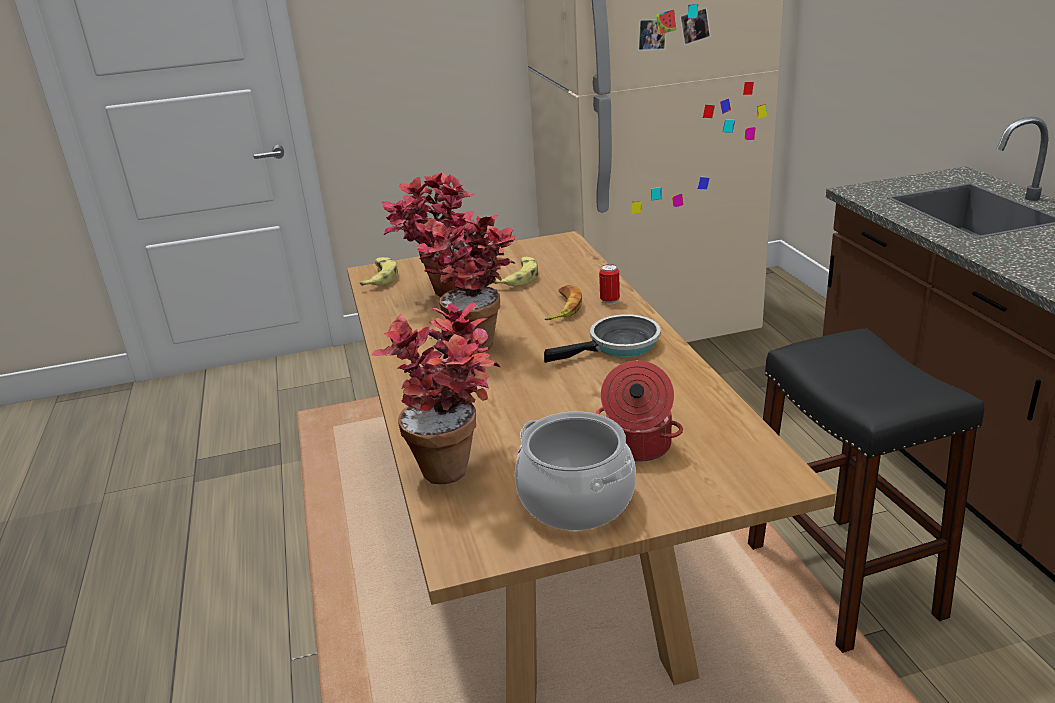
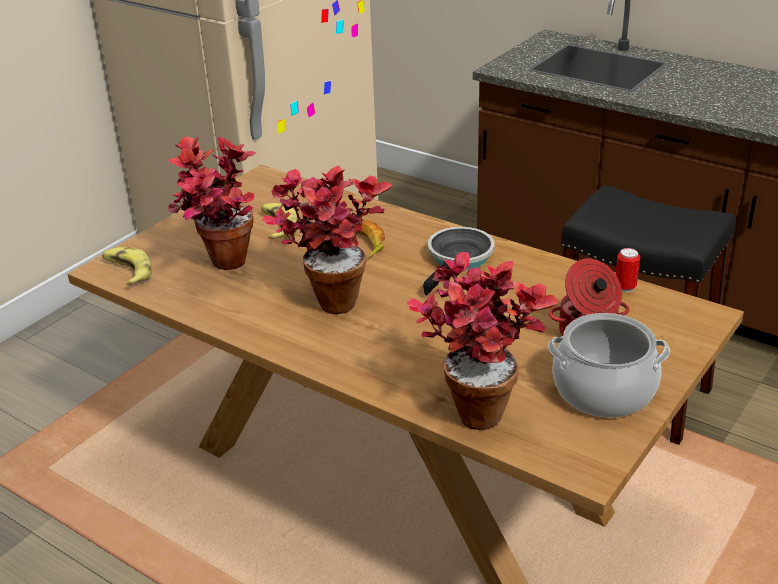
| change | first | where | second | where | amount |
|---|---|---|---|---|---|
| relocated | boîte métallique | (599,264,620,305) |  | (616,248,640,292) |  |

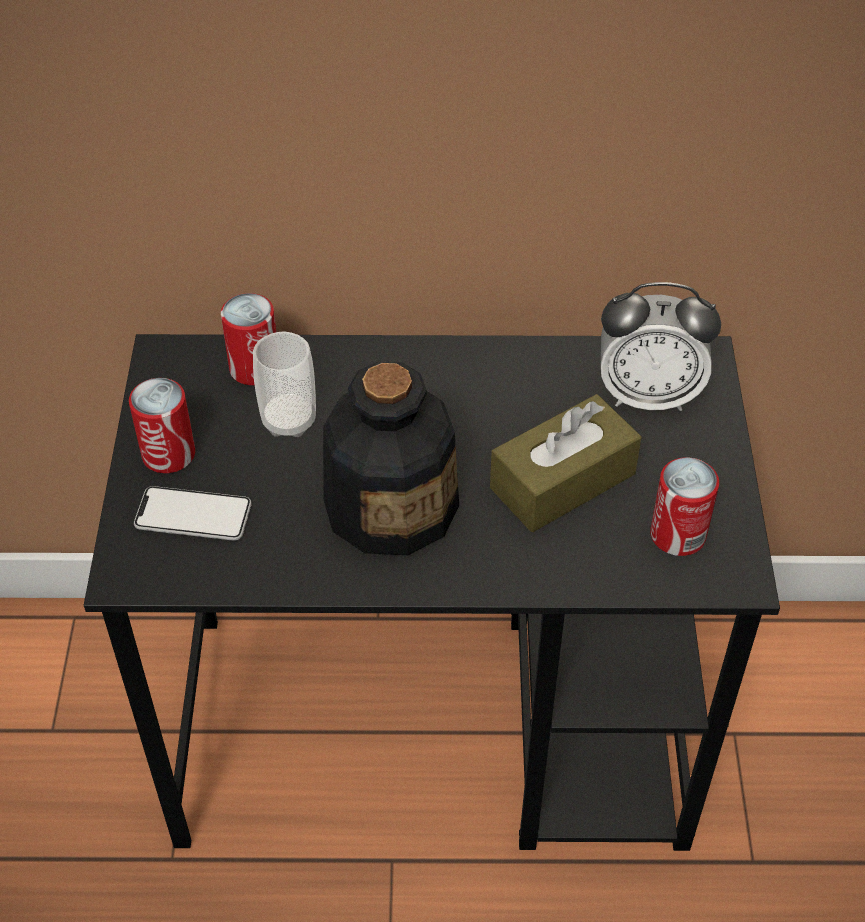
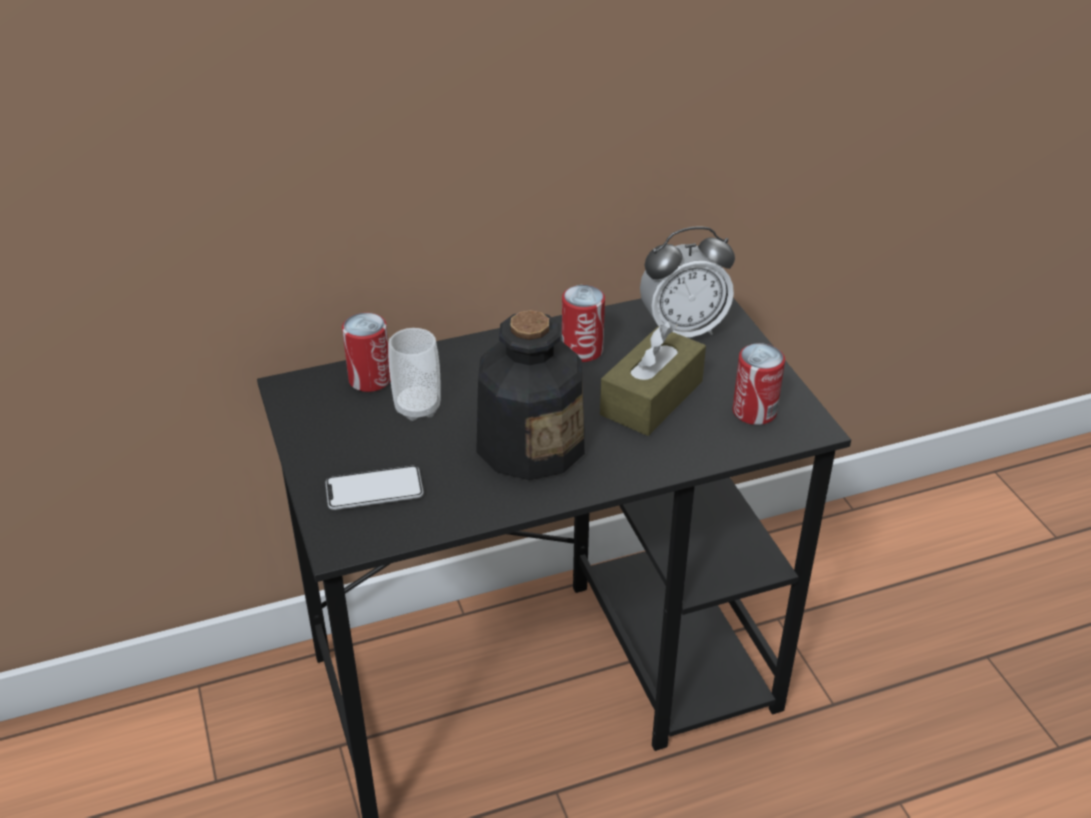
| change | first | where | second | where | amount |
|---|---|---|---|---|---|
| relocated | boîte métallique | (129,378,195,473) |  | (562,285,605,362) |  |

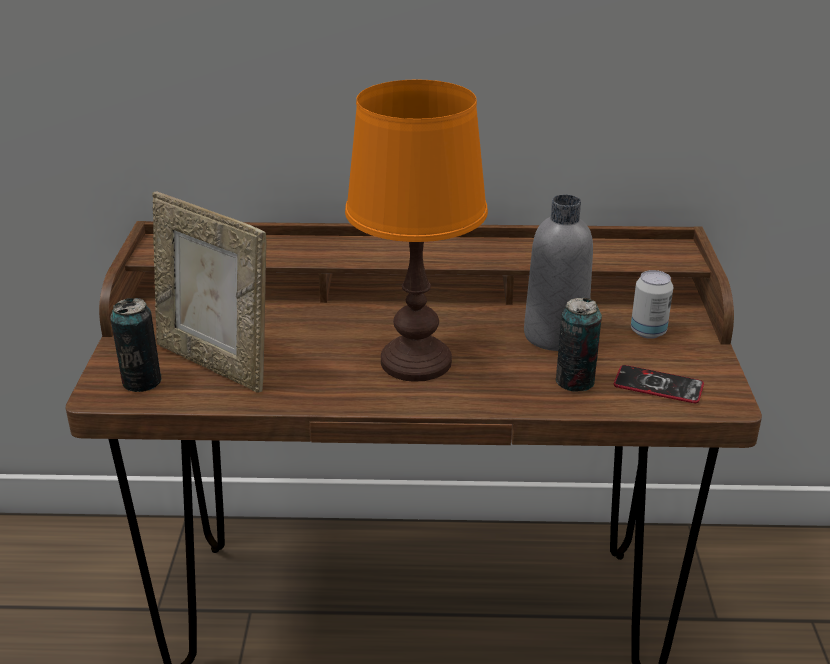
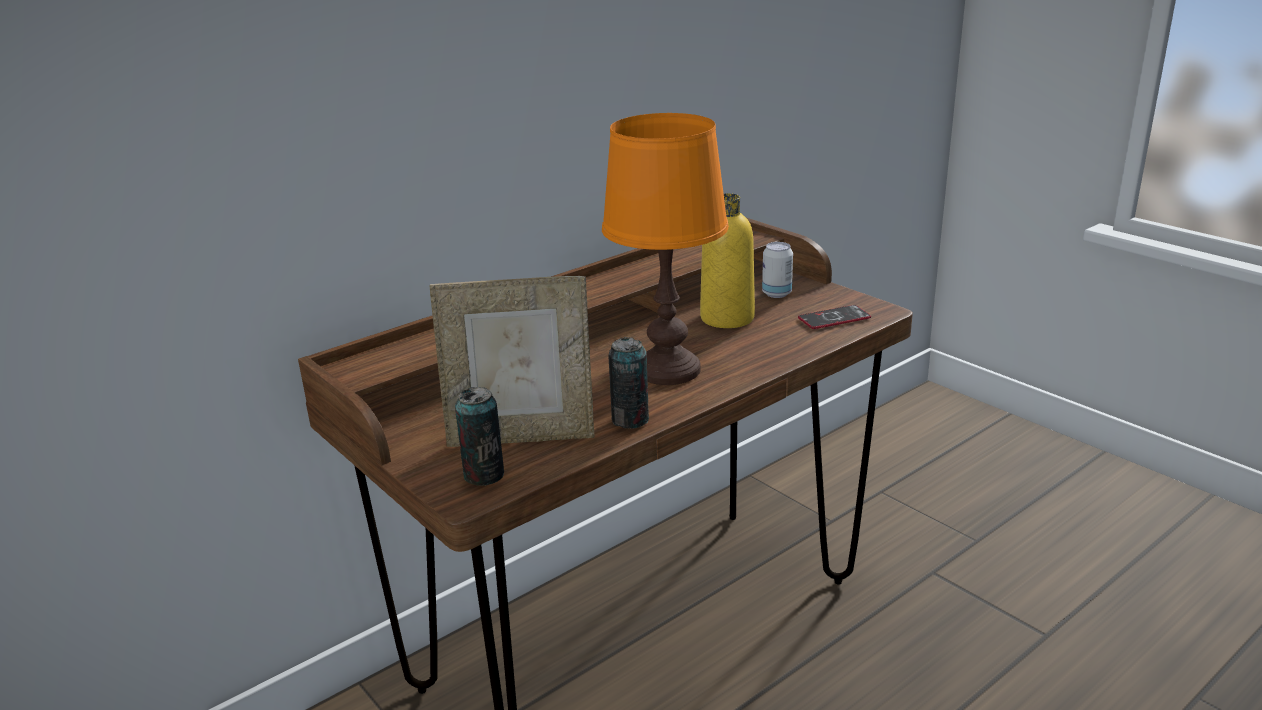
| change | first | where | second | where | amount |
|---|---|---|---|---|---|
| relocated | boîte métallique | (556,298,602,392) |  | (609,337,649,428) |  |
| colour | bouteille [gris] | (524,194,593,351) | bouteille [jaune] | (700,193,755,328) |  |

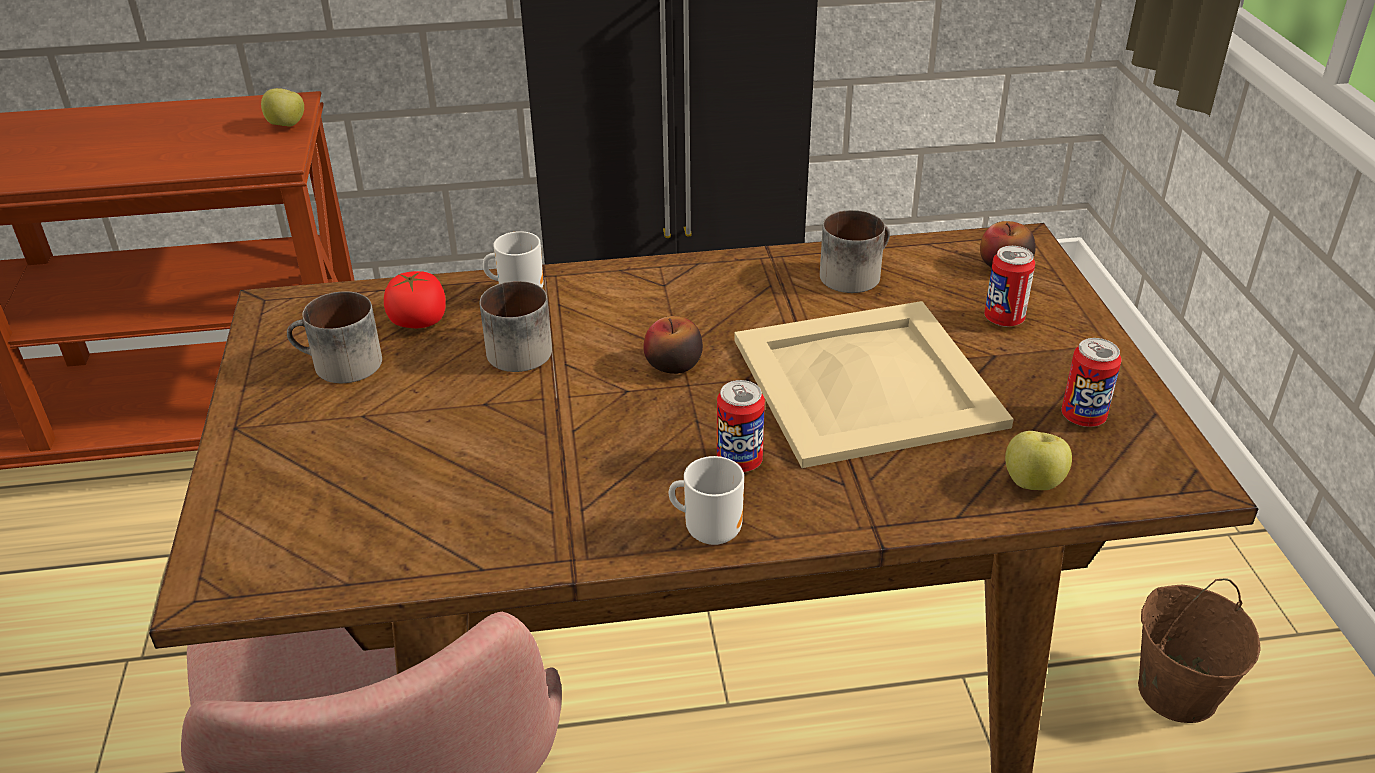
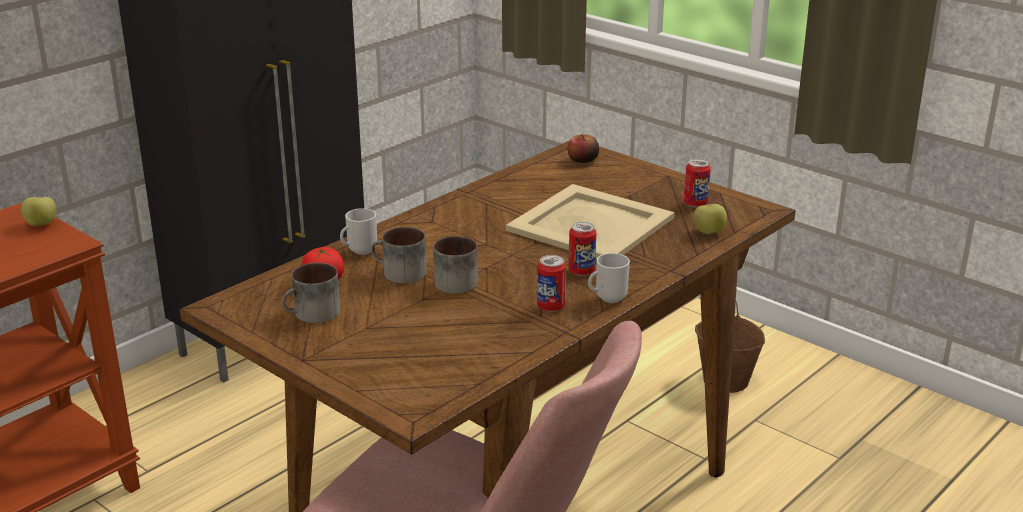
| change | first | where | second | where | amount |
|---|---|---|---|---|---|
| relocated | mug | (820,210,890,293) |  | (433,236,478,294) |  |
| relocated | boîte métallique | (984,246,1035,327) |  | (537,255,566,312) |  |
| missing | pomme | (643,316,703,374) |  |  |  |

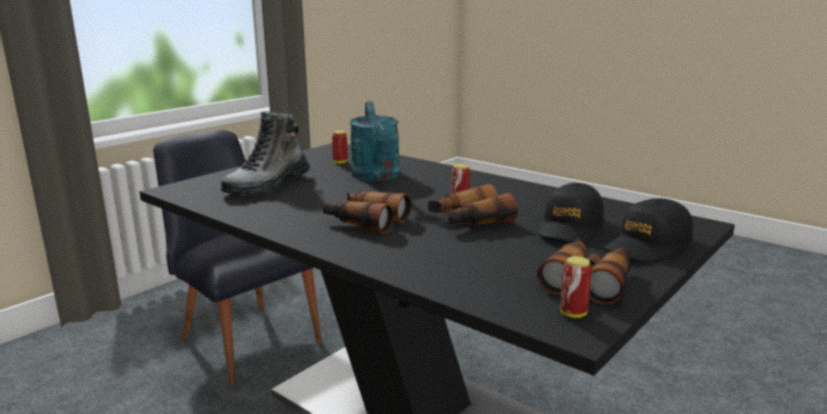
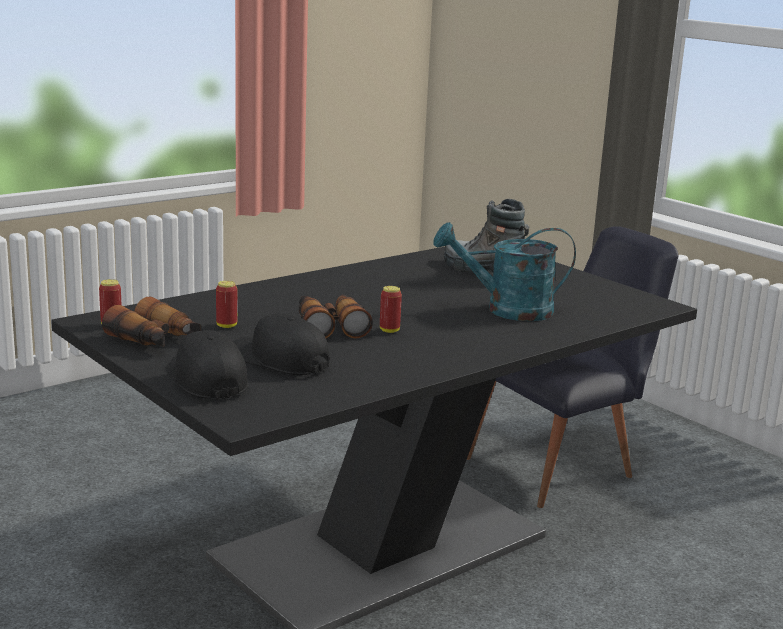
| change | first | where | second | where | amount |
|---|---|---|---|---|---|
| relocated | boîte métallique | (332,130,348,164) |  | (216,281,238,328) |  |
| missing | jumelles | (323,191,411,234) |  |  |  |

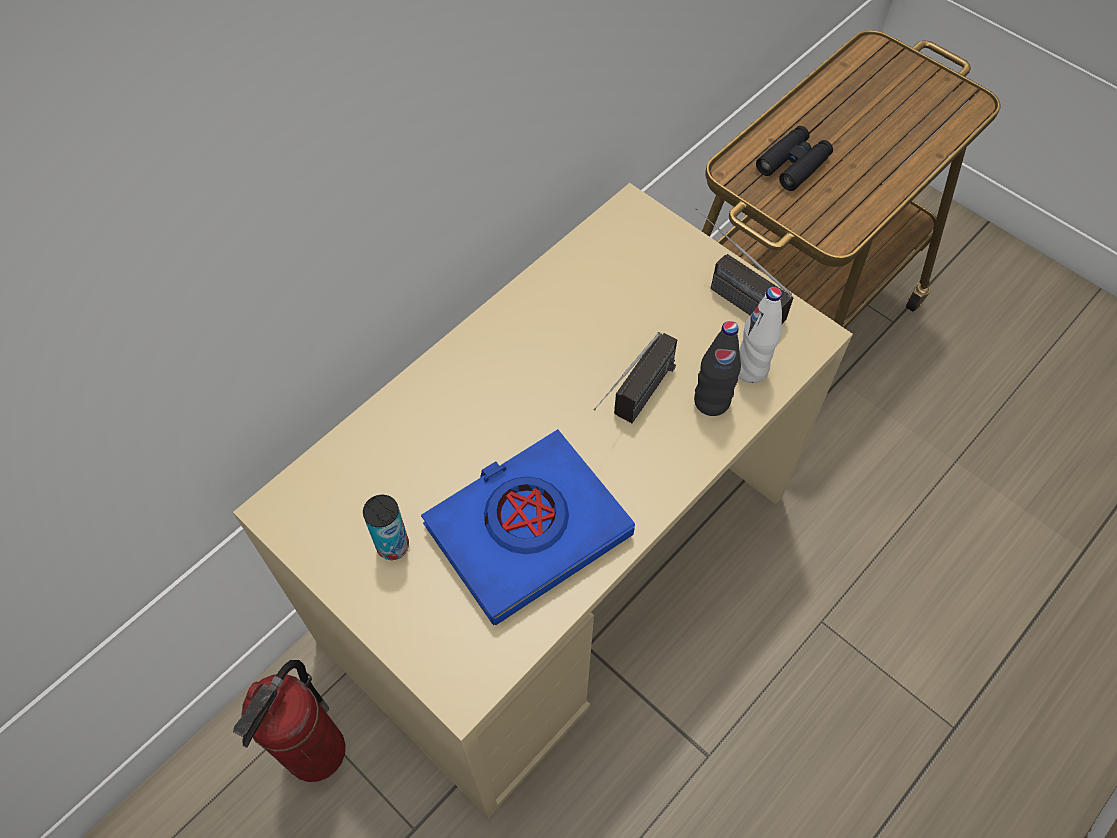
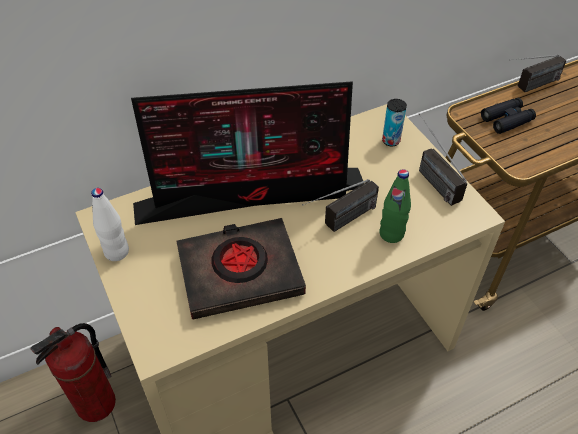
| change | first | where | second | where | amount |
|---|---|---|---|---|---|
| relocated | bouteille [blanc] | (738,287,782,383) |  | (91,188,129,261) |  |
| appeared |  |  | écran d'ordinateur | (131,81,364,225) |  |
| colour | livre [bleu] | (421,429,635,625) | livre [noir] | (176,218,306,319) |  |
| colour | bouteille [noir] | (694,321,741,416) | bouteille [vert] | (380,169,411,243) |  |
| relocated | boîte métallique | (363,495,409,560) |  | (382,99,407,147) |  |
| appeared |  |  | radio | (509,54,567,92) |  |

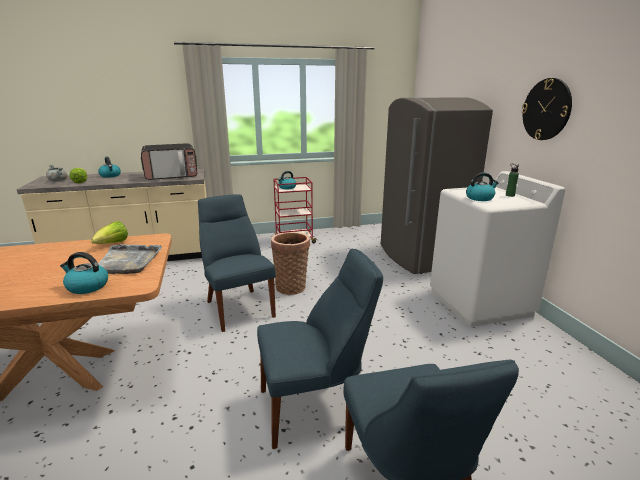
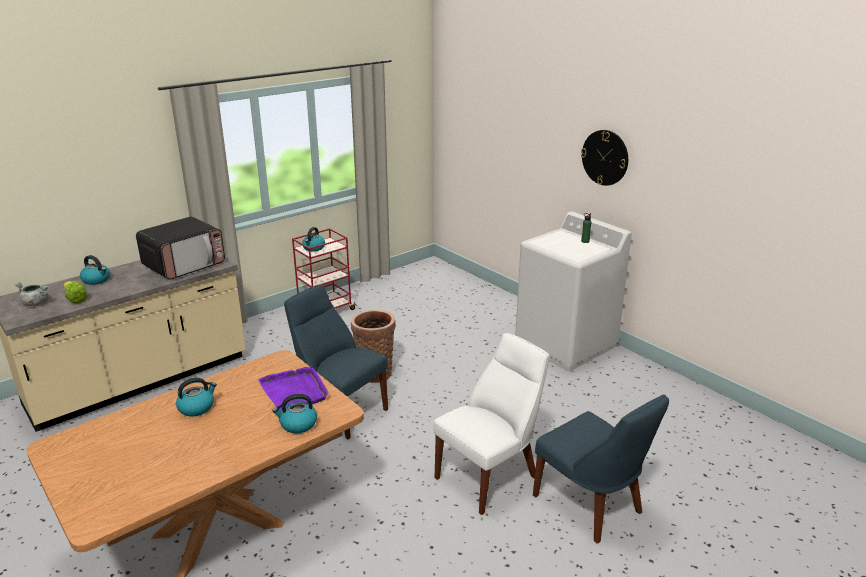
| change | first | where | second | where | amount |
|---|---|---|---|---|---|
| relocated | bouilloire | (466,172,499,201) |  | (176,378,217,417) |  |
| colour | plateau [gris] | (98,244,162,274) | plateau [violet] | (258,366,329,411) |  |
| colour | chaise [bleu] | (257,249,383,449) | chaise [blanc] | (434,333,549,515) |  |
| missing | laitue | (91,221,128,244) |  |  |  |
| missing | réfrigérateur [gris] | (381,97,493,274) |  |  |  |

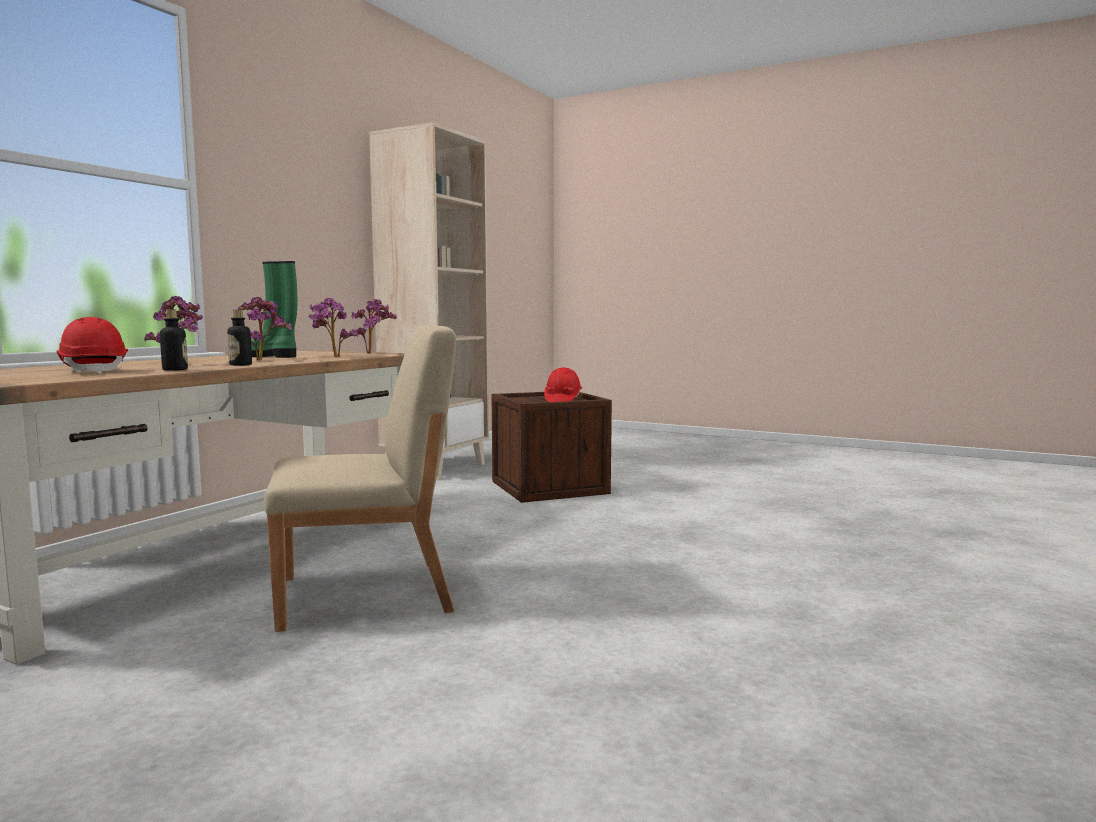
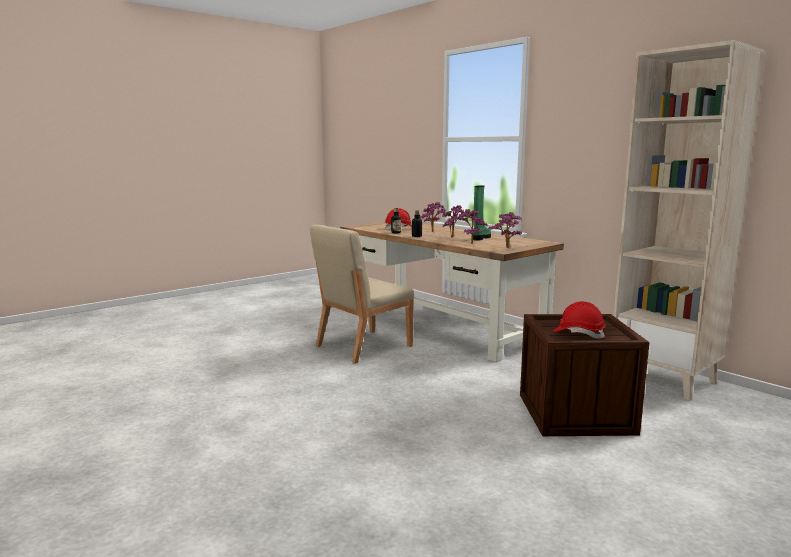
| change | first | where | second | where | amount |
|---|---|---|---|---|---|
| spun | chaise [beige] | (264,325,456,632) |  | (310,225,414,364) | 45 degrees clockwise |

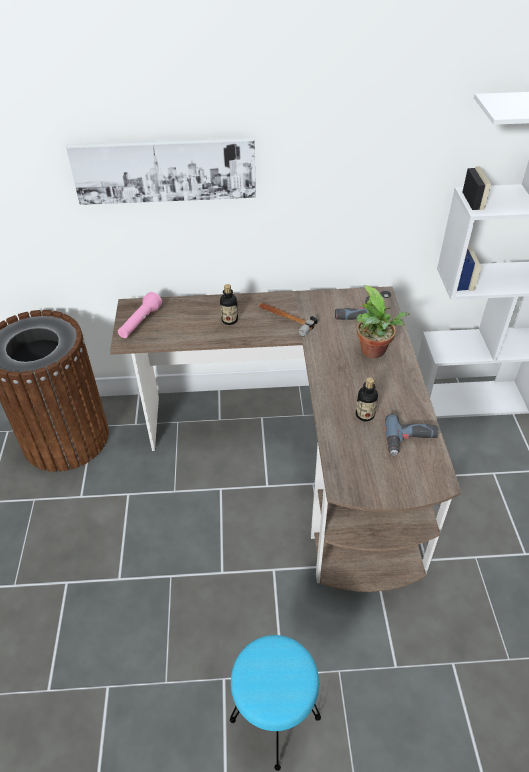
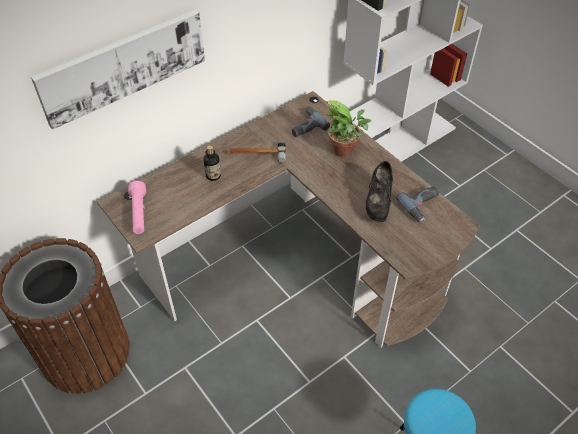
| change | first | where | second | where | amount |
|---|---|---|---|---|---|
| exchanged | bouteille | (355,377,378,421) | chaussure [noir] | (366,161,393,222) |  |

